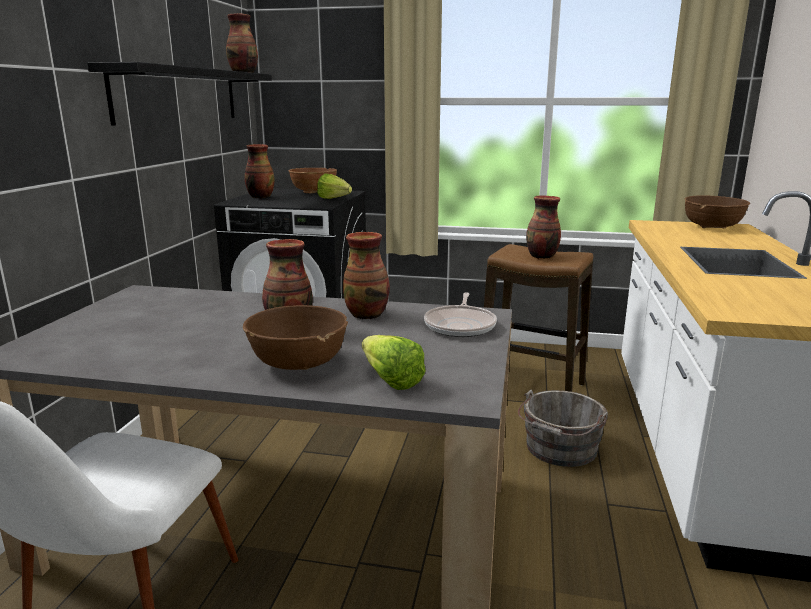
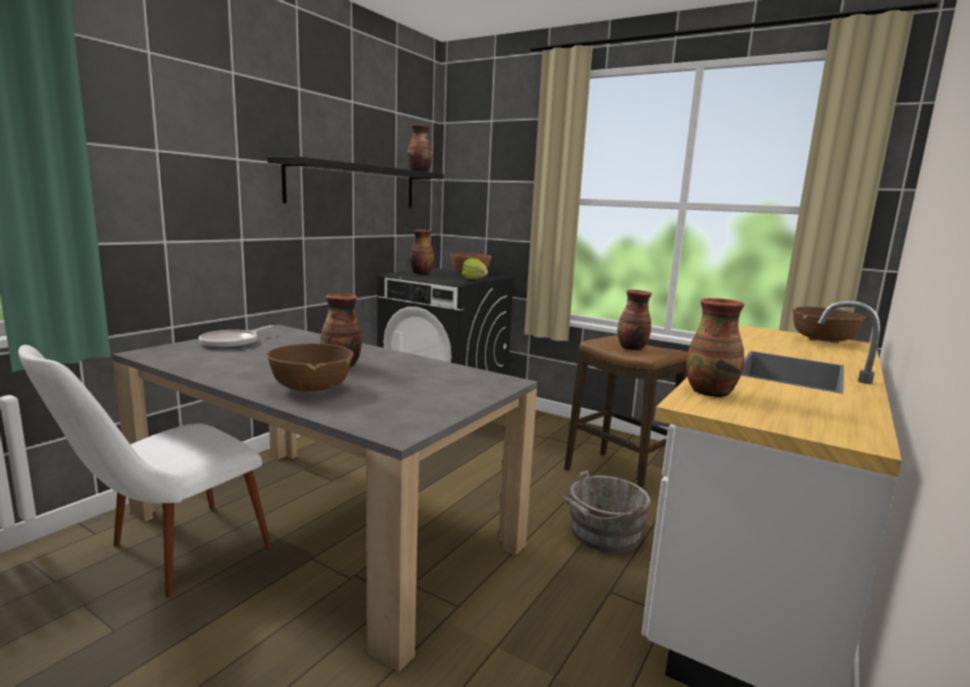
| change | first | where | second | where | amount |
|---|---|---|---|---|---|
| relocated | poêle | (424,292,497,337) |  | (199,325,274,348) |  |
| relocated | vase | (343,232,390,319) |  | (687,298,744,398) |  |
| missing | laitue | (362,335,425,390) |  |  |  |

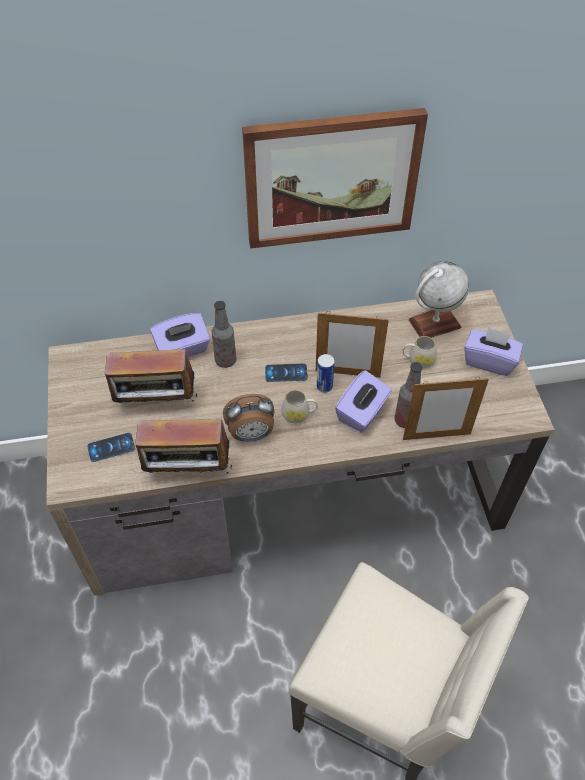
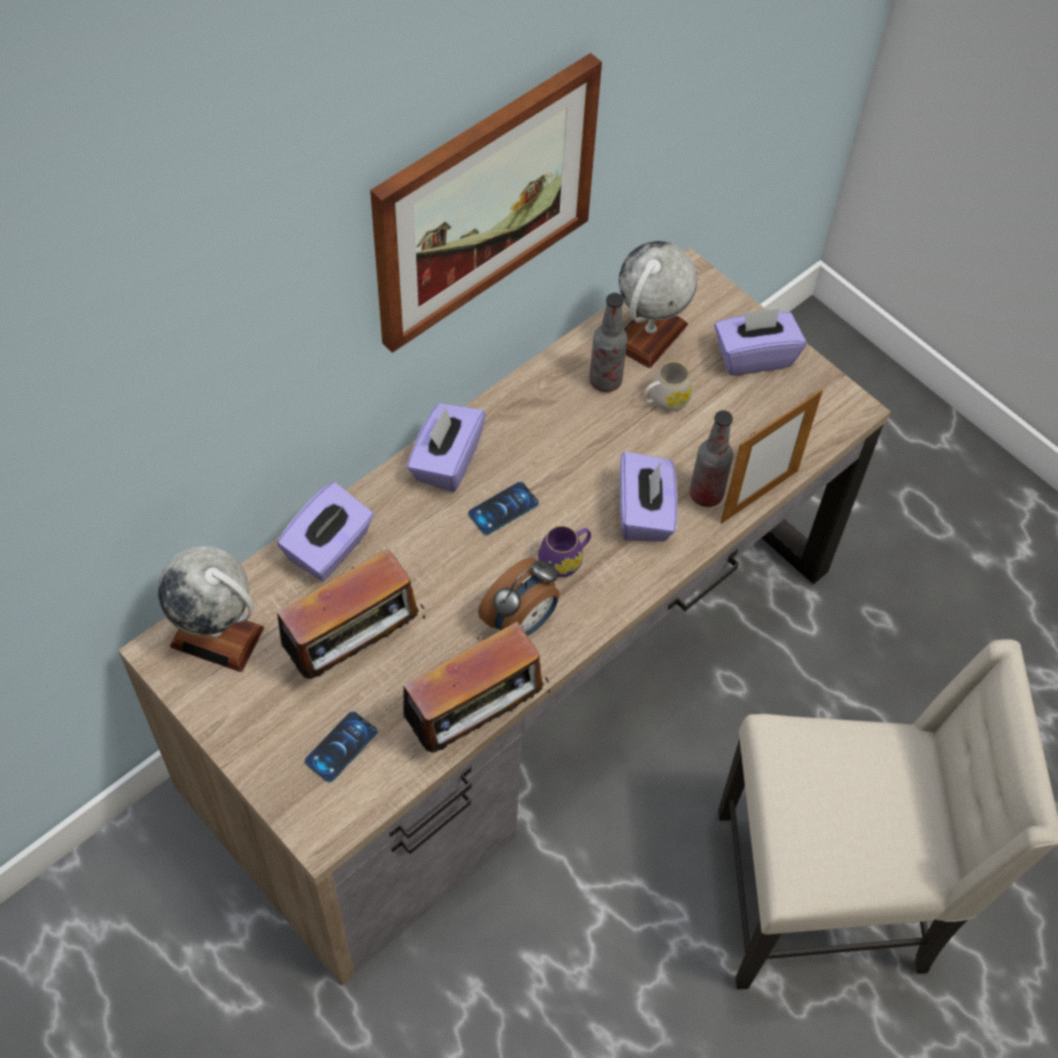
| change | first | where | second | where | amount |
|---|---|---|---|---|---|
| appeared |  |  | globe | (158,546,264,672) |  |
| appeared |  |  | boîte à mouchoirs [violet] | (407,403,486,492) |  |
| colour | mug [blanc] | (281,390,318,424) | mug [violet] | (538,526,591,577) |  |
| relocated | bouteille | (212,301,236,368) |  | (589,293,627,392) |  |
| missing | cadre photo | (316,311,389,378) |  |  |  |
| missing | boîte métallique | (317,354,335,393) |  |  |  |

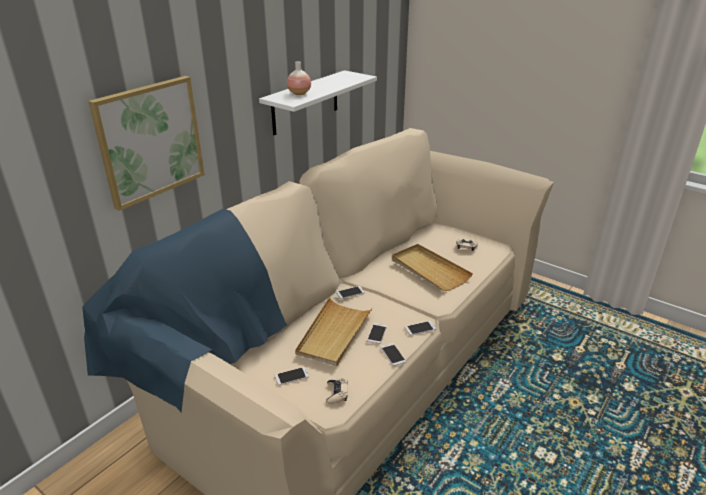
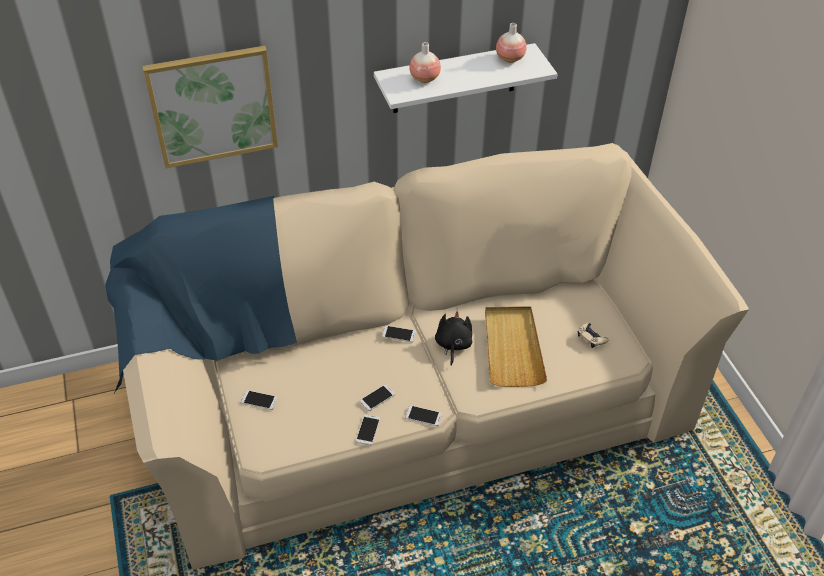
| change | first | where | second | where | amount |
|---|---|---|---|---|---|
| appeared |  |  | peluche [noir] | (435,311,472,366) |  |
| appeared |  |  | vase | (496,23,527,63) |  |
| missing | plateau [beige] | (295,297,373,366) |  |  |  |
| missing | manette [beige] | (326,378,348,404) |  |  |  |

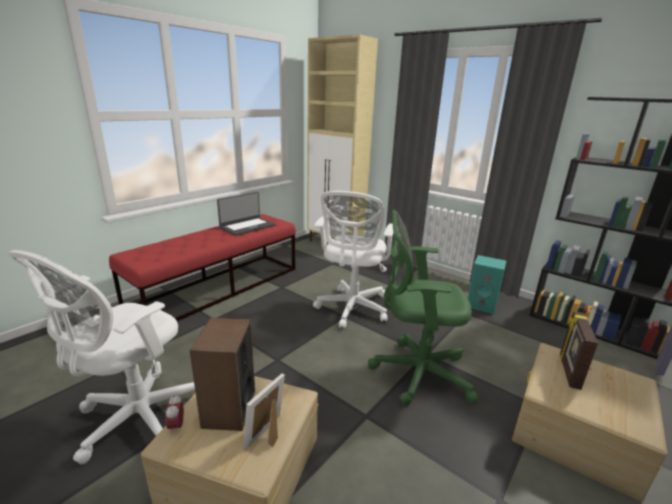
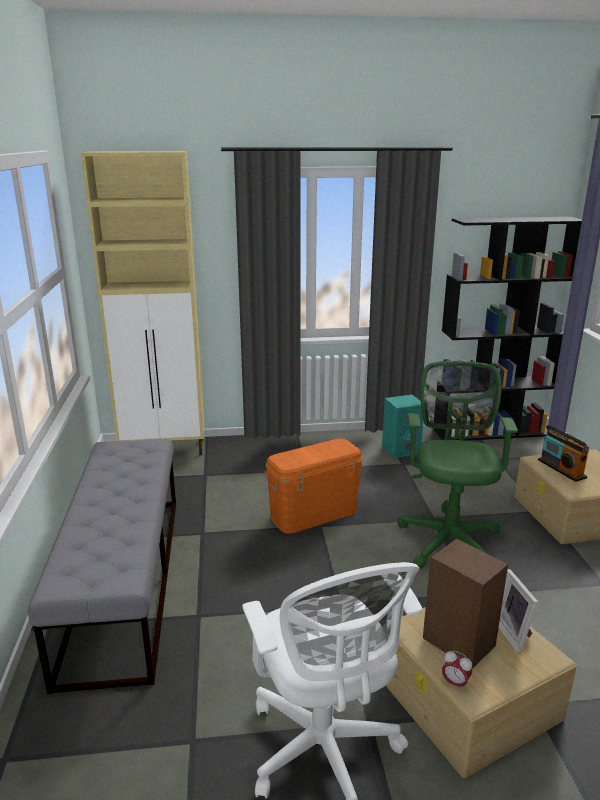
| change | first | where | second | where | amount |
|---|---|---|---|---|---|
| colour | banc [rouge] | (109,214,296,321) | banc [gris] | (28,439,176,694) |  |
| exchanged | chaise de bureau [blanc] | (313,191,393,329) | boîte de rangement [orange] | (264,438,363,534) |  |
| spun | chaise de bureau [vert] | (368,210,478,406) |  | (397,361,518,569) | 135 degrees clockwise |
| exchanged | cadre photo | (560,311,598,390) | radio | (538,424,589,482) |  |
| missing | ordinateur portable | (217,192,276,236) |  |  |  |

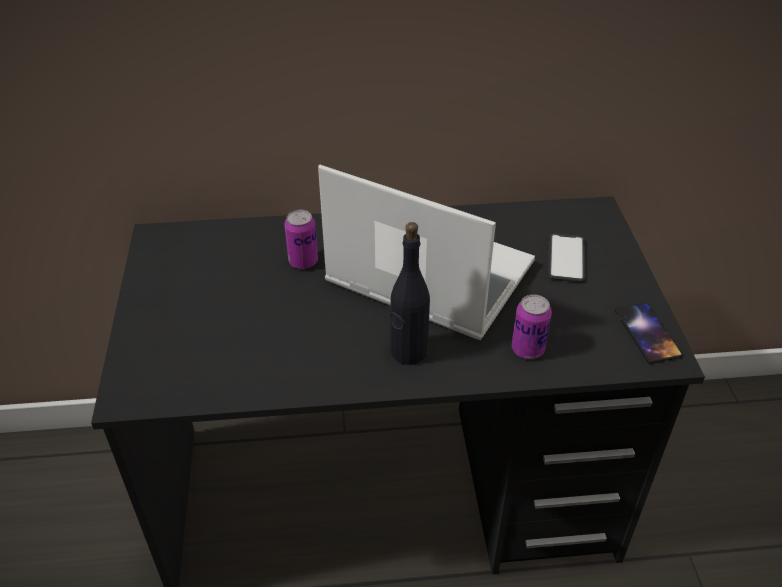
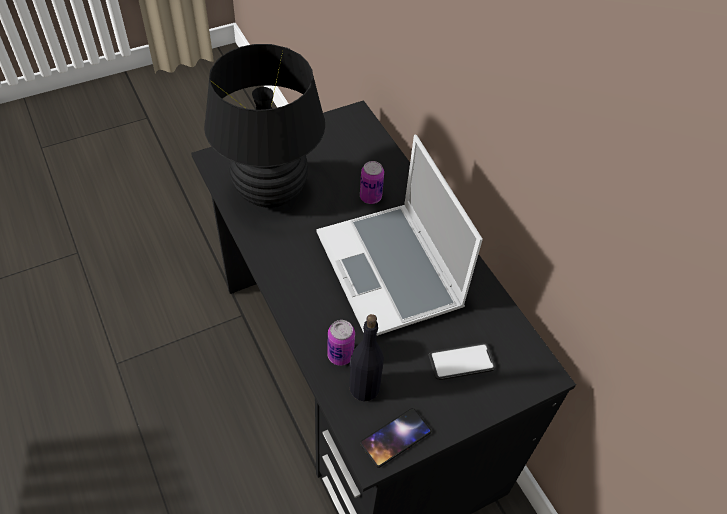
| change | first | where | second | where | amount |
|---|---|---|---|---|---|
| appeared |  |  | lampe de table [noir] | (204,44,325,208) |  |
| spun | ordinateur portable | (318,165,535,340) |  | (317,135,483,336) | 150 degrees clockwise |
| relocated | bouteille [noir] | (390,222,430,365) |  | (349,314,384,402) |  |

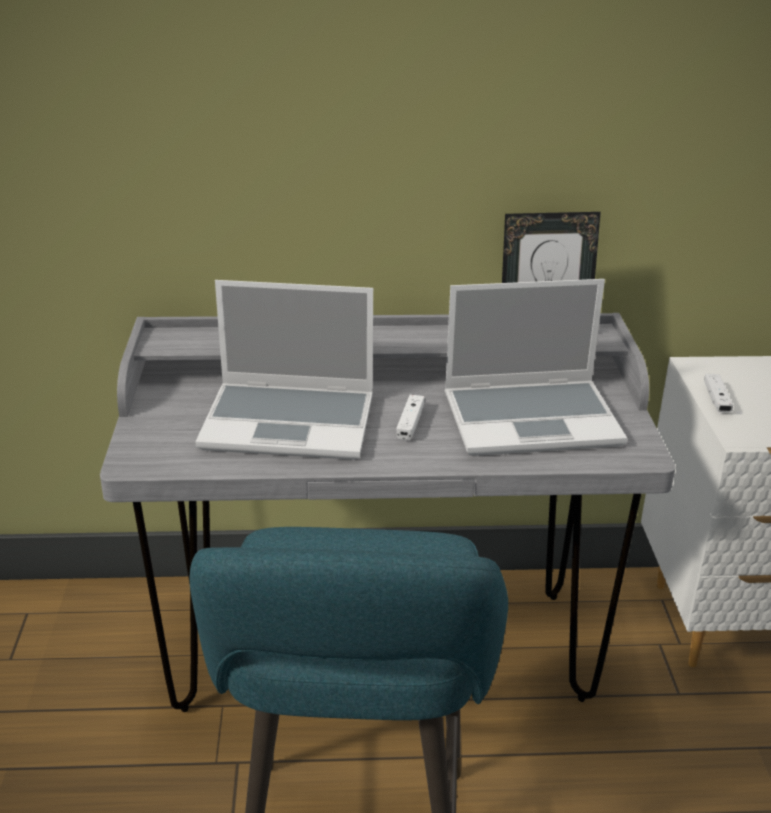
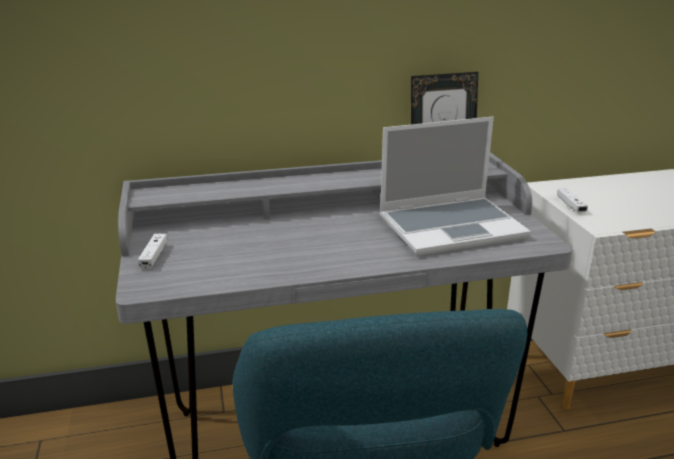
| change | first | where | second | where | amount |
|---|---|---|---|---|---|
| relocated | manette [blanc] | (396,394,425,441) |  | (138,234,167,269) |  |
| missing | ordinateur portable | (195,280,373,460) |  |  |  |

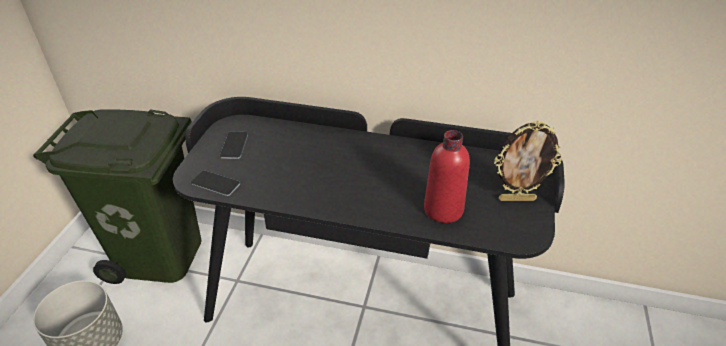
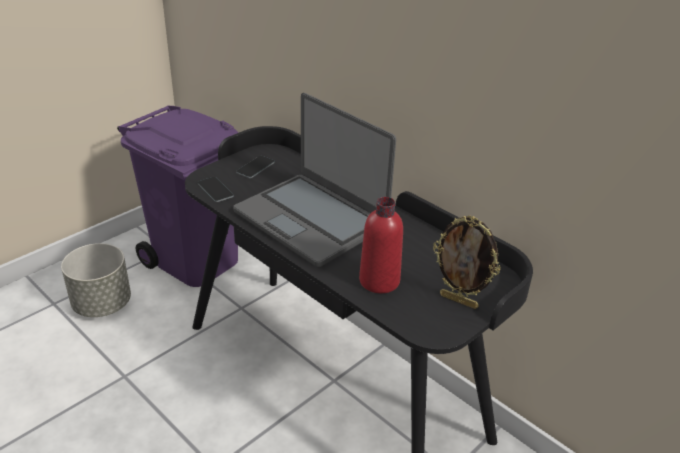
| change | first | where | second | where | amount |
|---|---|---|---|---|---|
| colour | poubelle [vert] | (33,109,202,284) | poubelle [violet] | (117,106,239,287) |  |
| appeared |  |  | ordinateur portable | (233,93,396,267) |  |

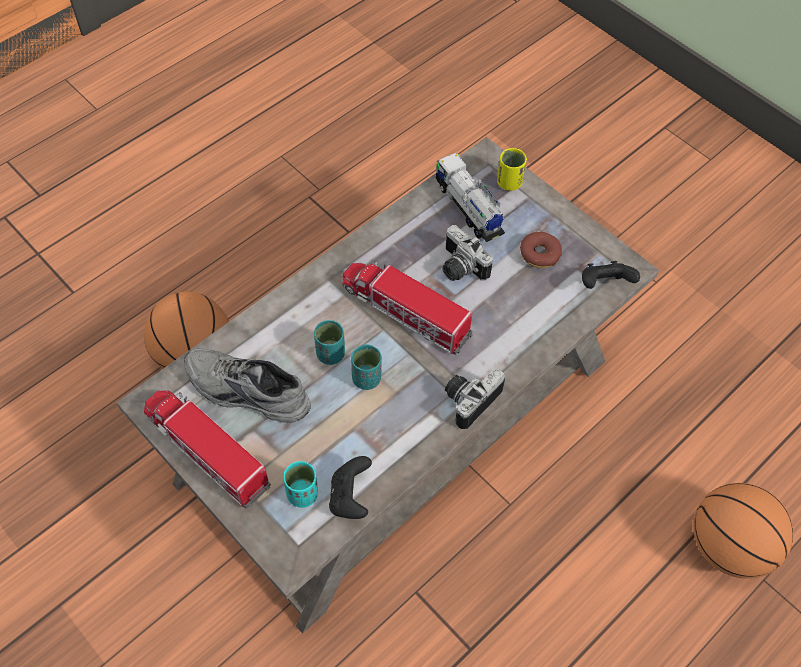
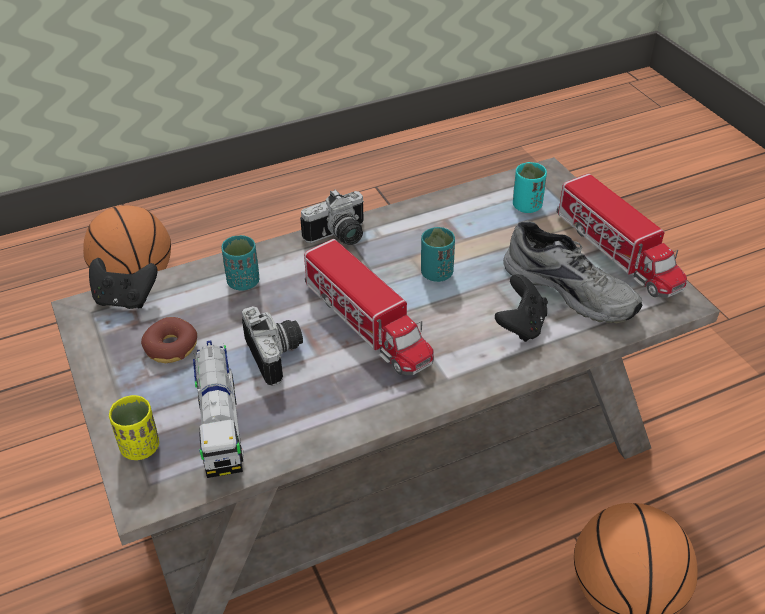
| change | first | where | second | where | amount |
|---|---|---|---|---|---|
| relocated | tasse [turquoise] | (314,320,345,365) |  | (222,235,259,291) |  |
| relocated | manette [noir] | (329,456,372,519) |  | (495,274,548,342) |  |

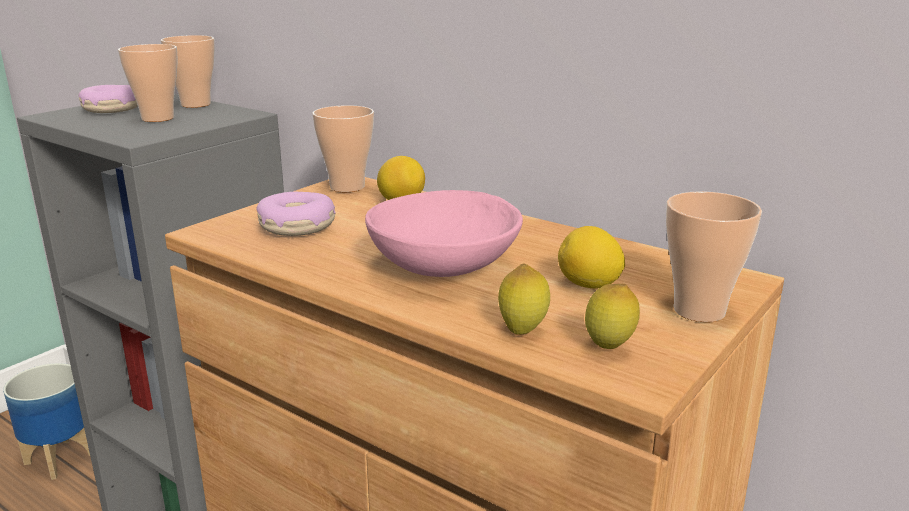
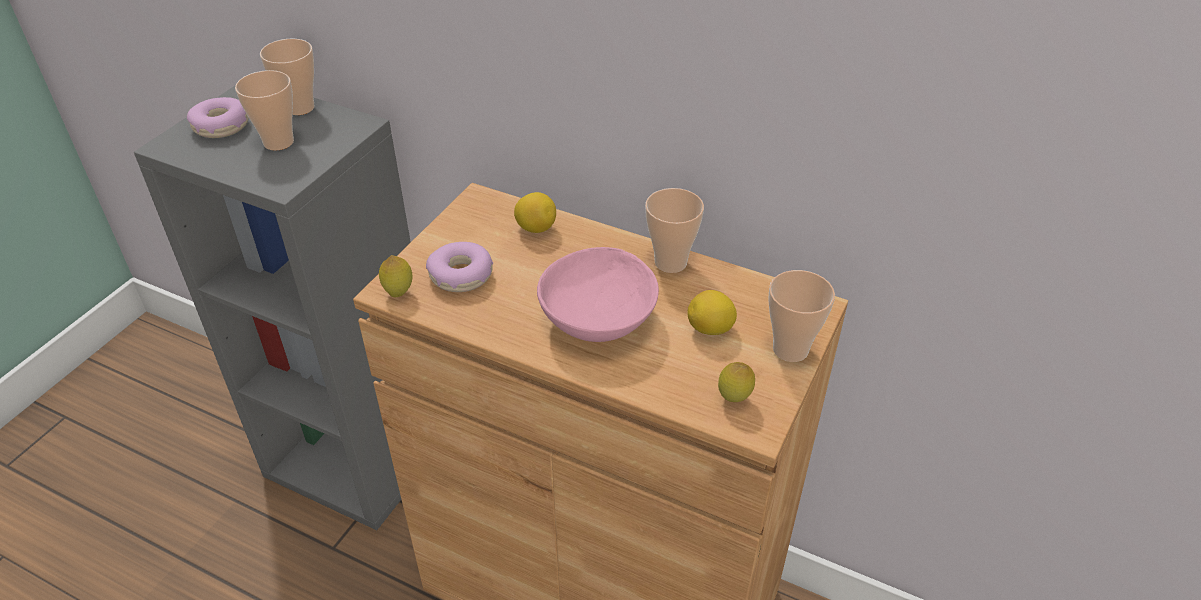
| change | first | where | second | where | amount |
|---|---|---|---|---|---|
| relocated | citron | (498,264,550,335) |  | (379,255,413,297) |  |
| relocated | tasse | (312,105,374,192) |  | (645,188,704,273) |  |
| missing | cache-pot | (3,363,90,480) |  |  |  |

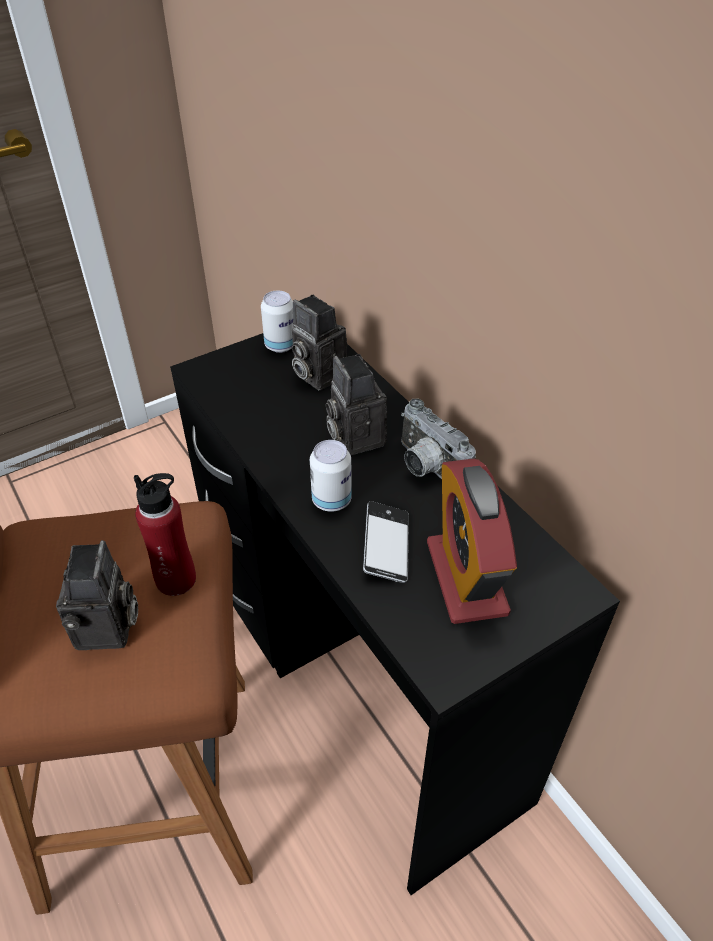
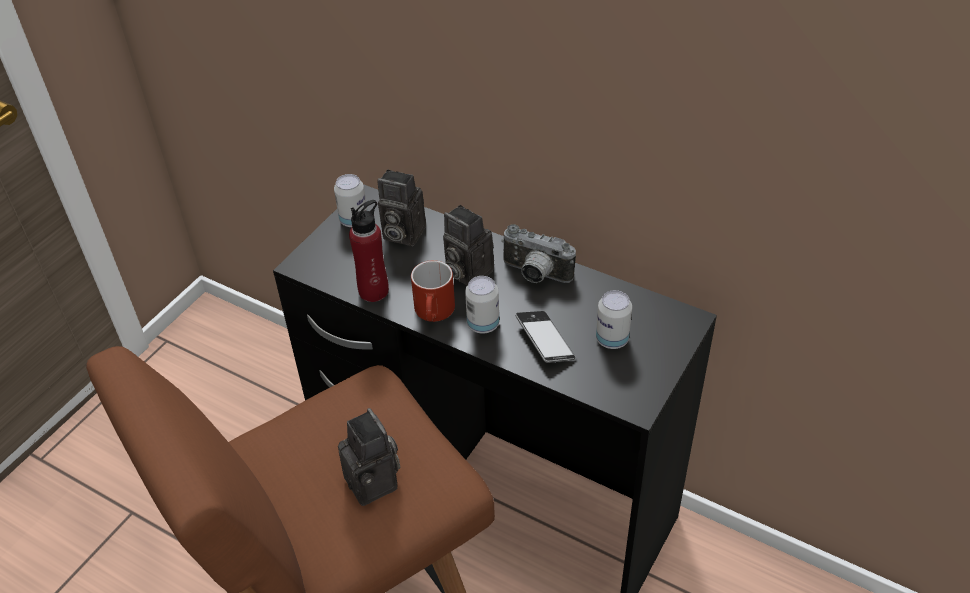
| change | first | where | second | where | amount |
|---|---|---|---|---|---|
| relocated | bouteille [rouge] | (134,473,196,596) |  | (349,200,389,302) |  |
| appeared |  |  | mug [rouge] | (411,260,455,322) |  |
| exchanged | réveil | (427,458,517,624) | boîte métallique | (596,290,632,349) |  |

